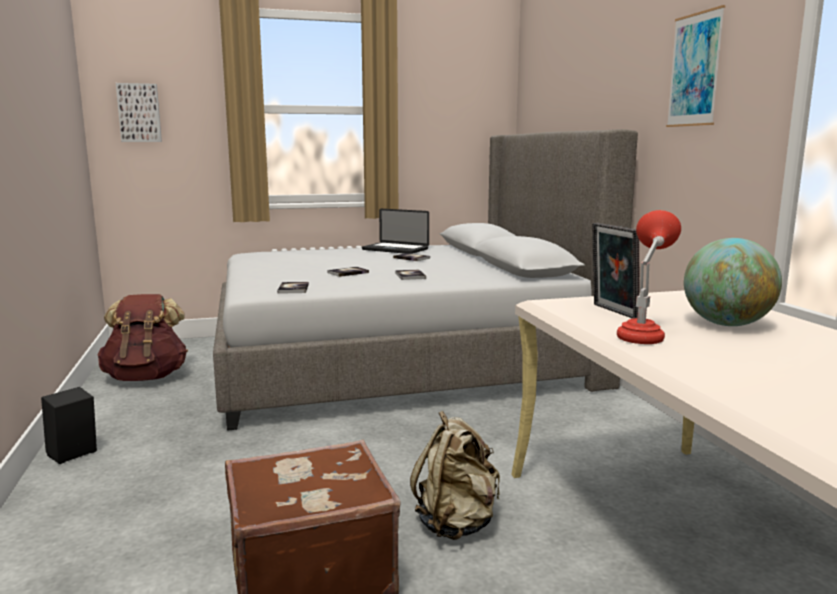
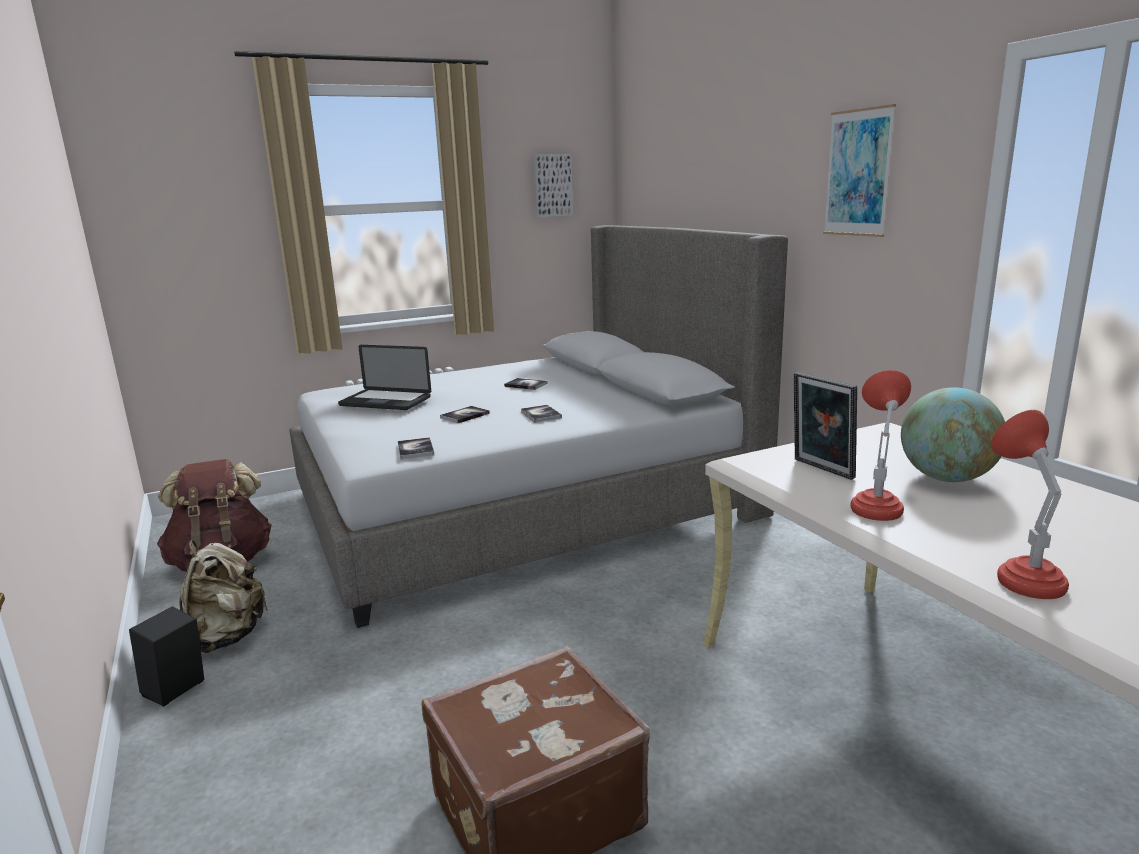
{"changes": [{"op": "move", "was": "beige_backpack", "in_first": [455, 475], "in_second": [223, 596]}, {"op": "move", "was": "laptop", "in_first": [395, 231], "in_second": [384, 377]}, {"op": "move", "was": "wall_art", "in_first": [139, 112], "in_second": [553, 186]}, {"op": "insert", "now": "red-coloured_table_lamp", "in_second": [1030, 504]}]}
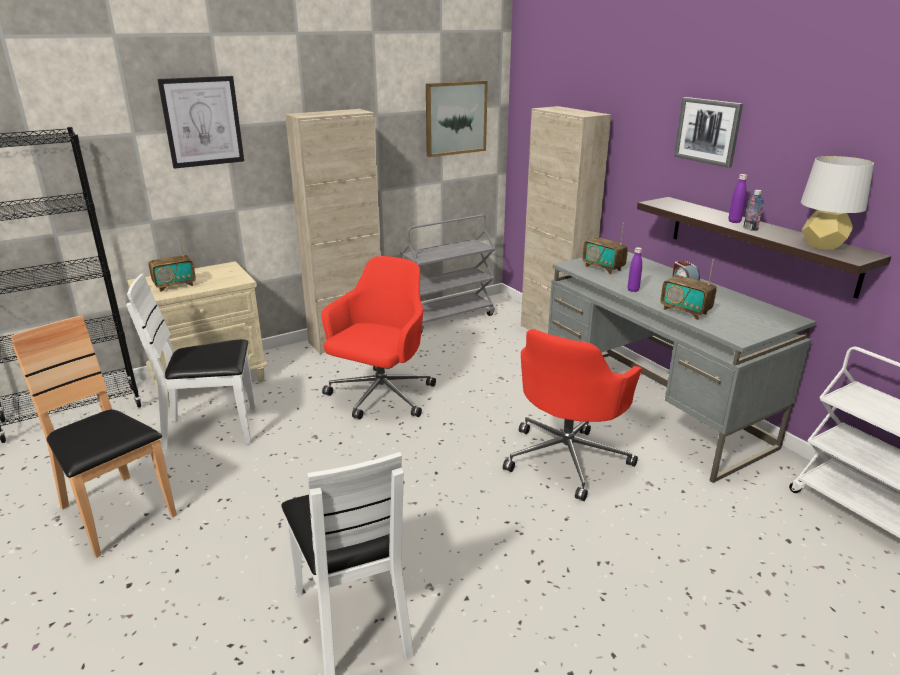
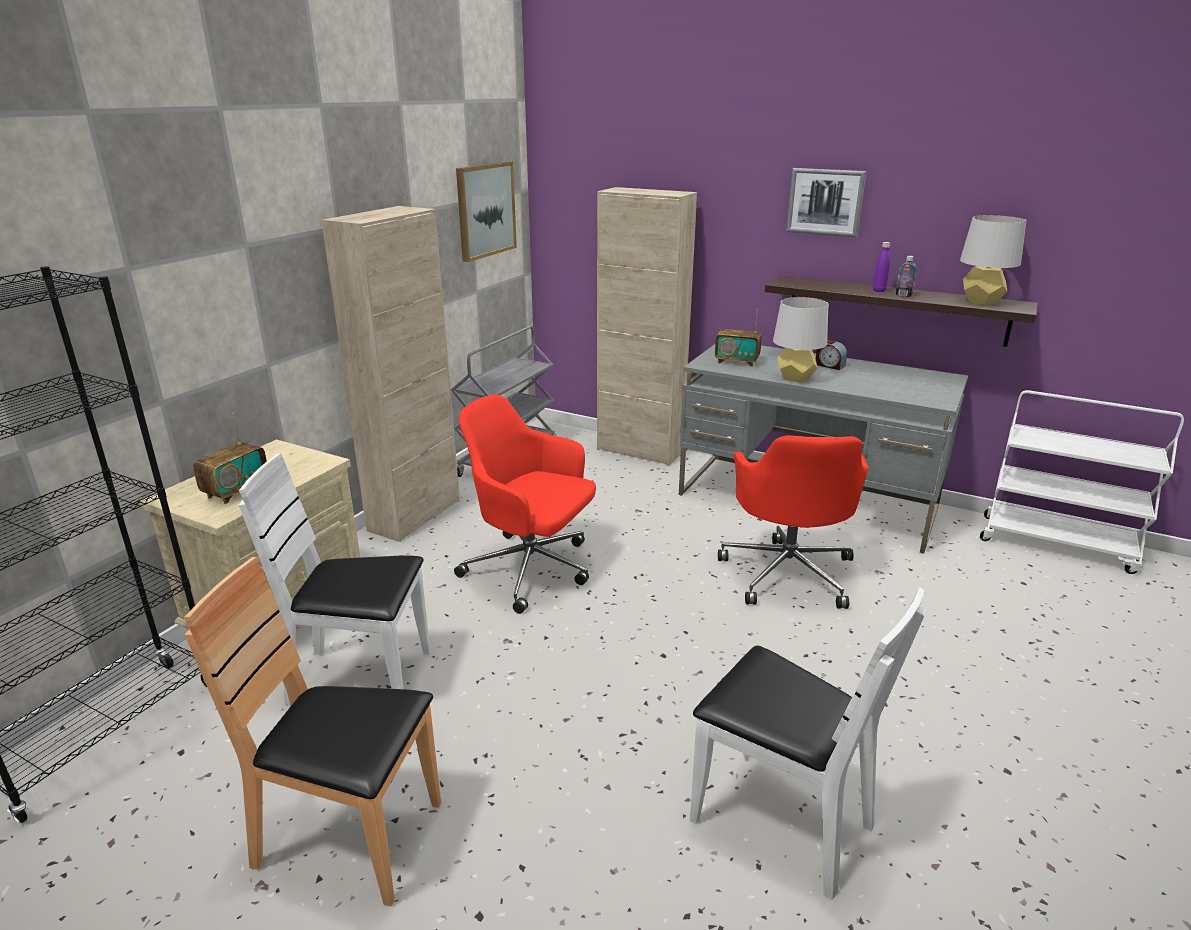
{"changes": [{"op": "rotate", "was": "whitish_chair", "in_first": [191, 362], "in_second": [334, 579], "clockwise": 45}, {"op": "rotate", "was": "red-coloured_desk_chair", "in_first": [379, 337], "in_second": [525, 504], "clockwise": -60}, {"op": "replace", "was": "purple_bottle", "now": "grey_table_lamp", "in_first": [635, 269], "in_second": [800, 339]}, {"op": "delete", "was": "wall_art", "in_first": [200, 122]}, {"op": "delete", "was": "radio_set", "in_first": [688, 289]}]}
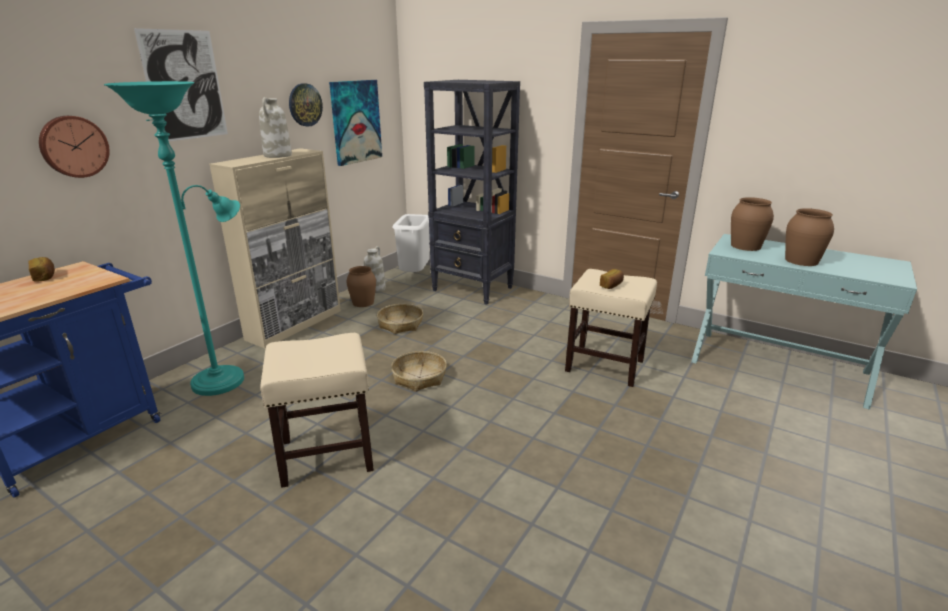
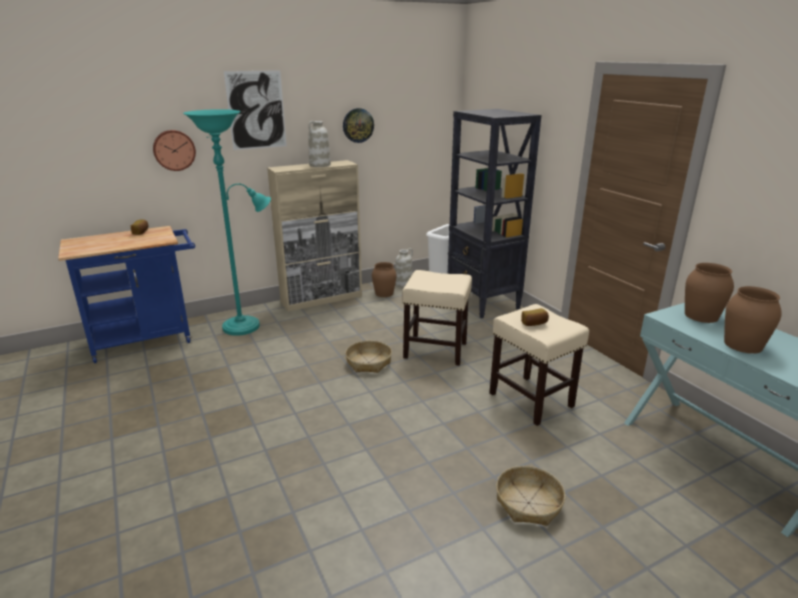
{"changes": [{"op": "move", "was": "beige_sitting_stool", "in_first": [317, 410], "in_second": [437, 318]}, {"op": "move", "was": "storage_basket", "in_first": [400, 319], "in_second": [530, 496]}, {"op": "delete", "was": "wall_art", "in_first": [355, 123]}]}
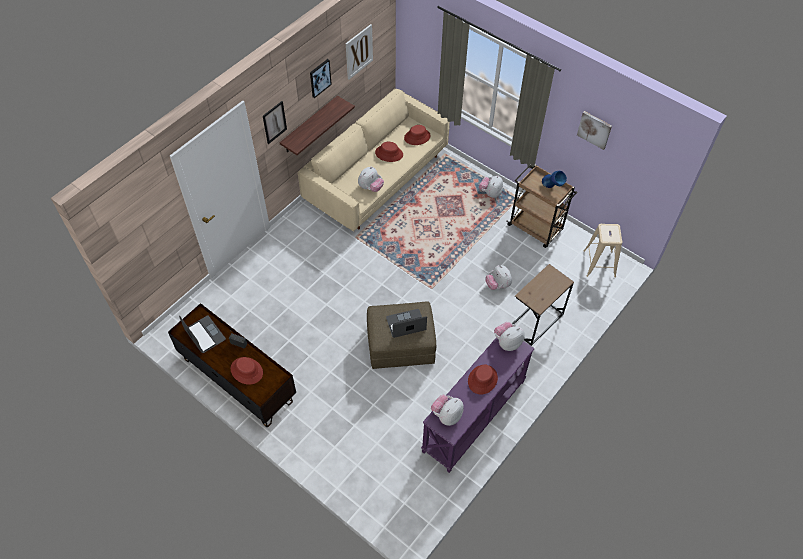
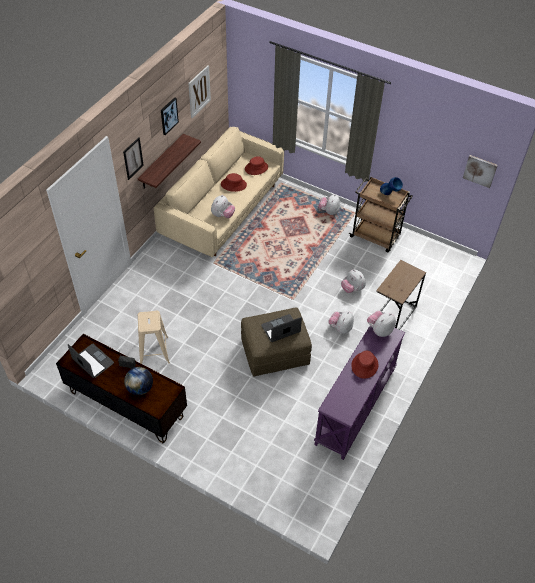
{"changes": [{"op": "replace", "was": "red-coloured_wearable_hat", "now": "globe", "in_first": [247, 370], "in_second": [138, 381]}, {"op": "move", "was": "beige_sitting_stool", "in_first": [602, 251], "in_second": [154, 337]}, {"op": "move", "was": "cuddly_toy", "in_first": [447, 410], "in_second": [341, 322]}, {"op": "move", "was": "wall_art", "in_first": [594, 130], "in_second": [480, 171]}]}
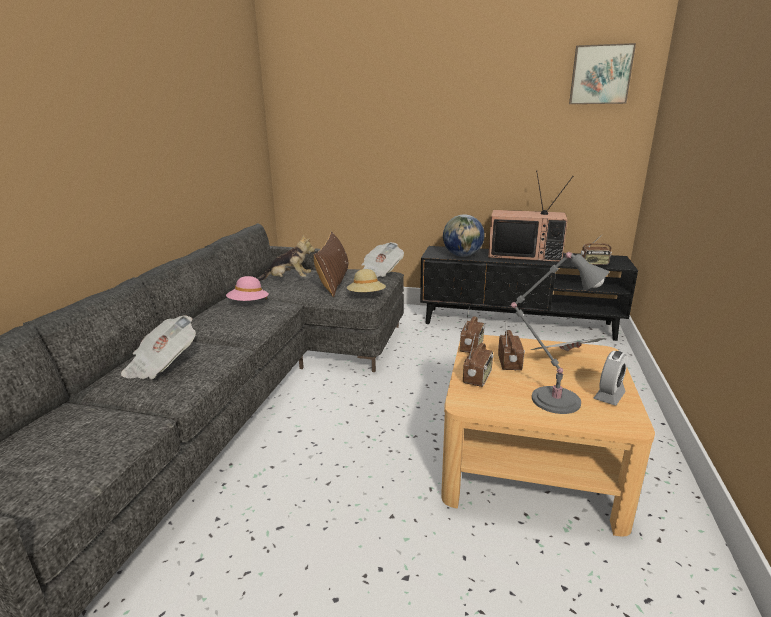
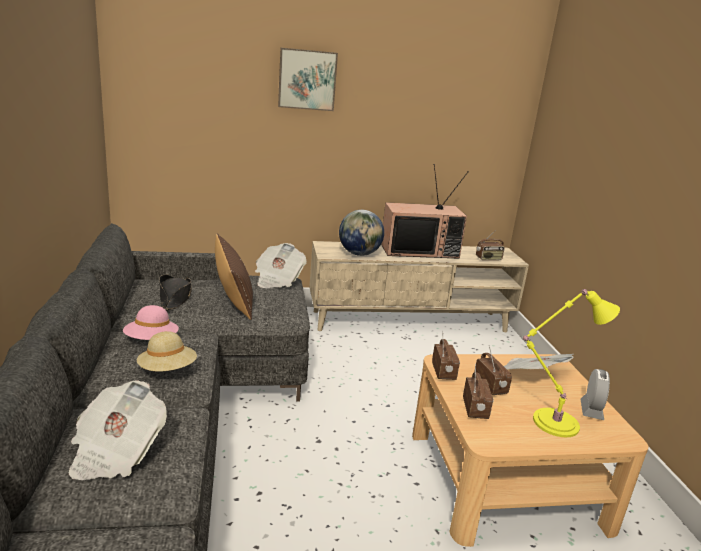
{"changes": [{"op": "move", "was": "beige_wearable_hat", "in_first": [366, 280], "in_second": [167, 351]}, {"op": "replace", "was": "cuddly_toy", "now": "black_wearable_hat", "in_first": [286, 258], "in_second": [175, 292]}, {"op": "move", "was": "wall_art", "in_first": [602, 73], "in_second": [308, 79]}, {"op": "recolor", "was": "black_media_console", "now": "beige_media_console", "in_first": [529, 293], "in_second": [419, 286]}, {"op": "recolor", "was": "grey_table_lamp", "now": "yellowish_table_lamp", "in_first": [559, 333], "in_second": [571, 363]}]}
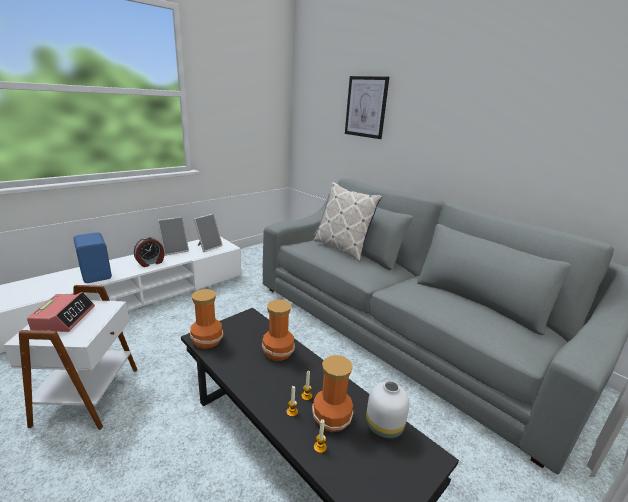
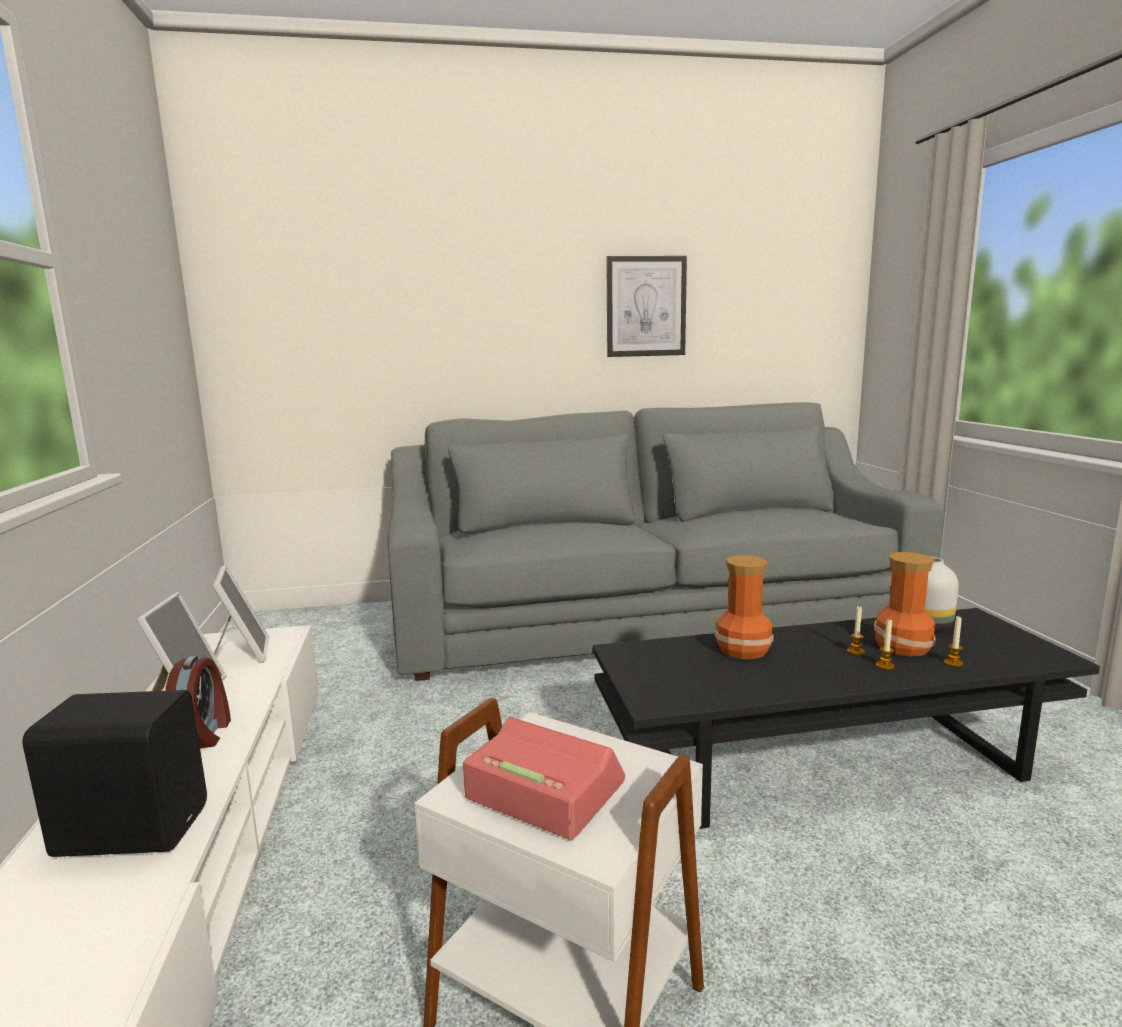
{"changes": [{"op": "recolor", "was": "blue_audio_speaker", "now": "black_audio_speaker", "in_first": [93, 257], "in_second": [114, 773]}, {"op": "move", "was": "wall_art", "in_first": [367, 107], "in_second": [646, 306]}, {"op": "delete", "was": "flower_vase", "in_first": [206, 319]}, {"op": "delete", "was": "throw_pillow", "in_first": [348, 222]}]}
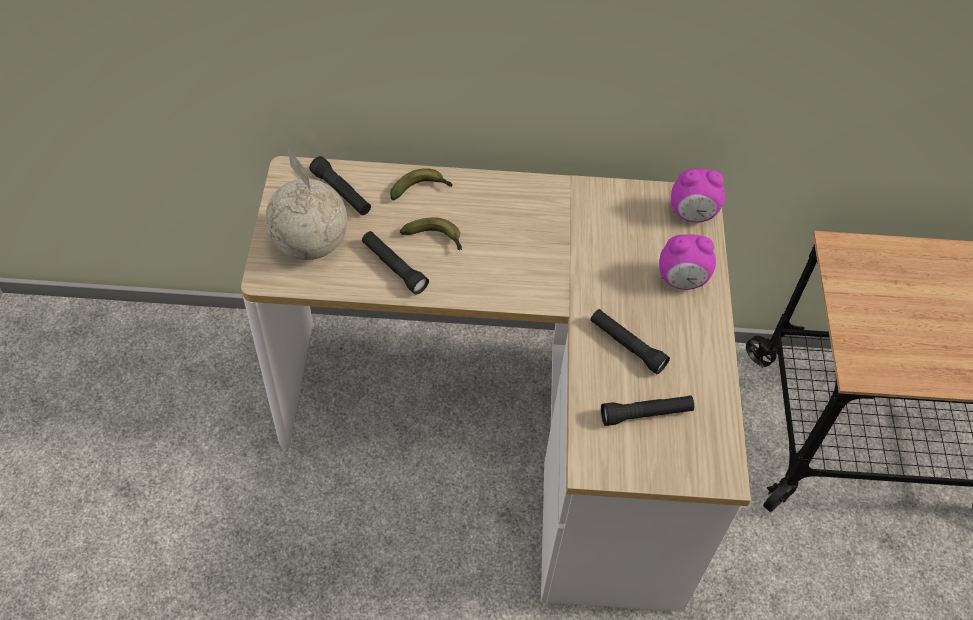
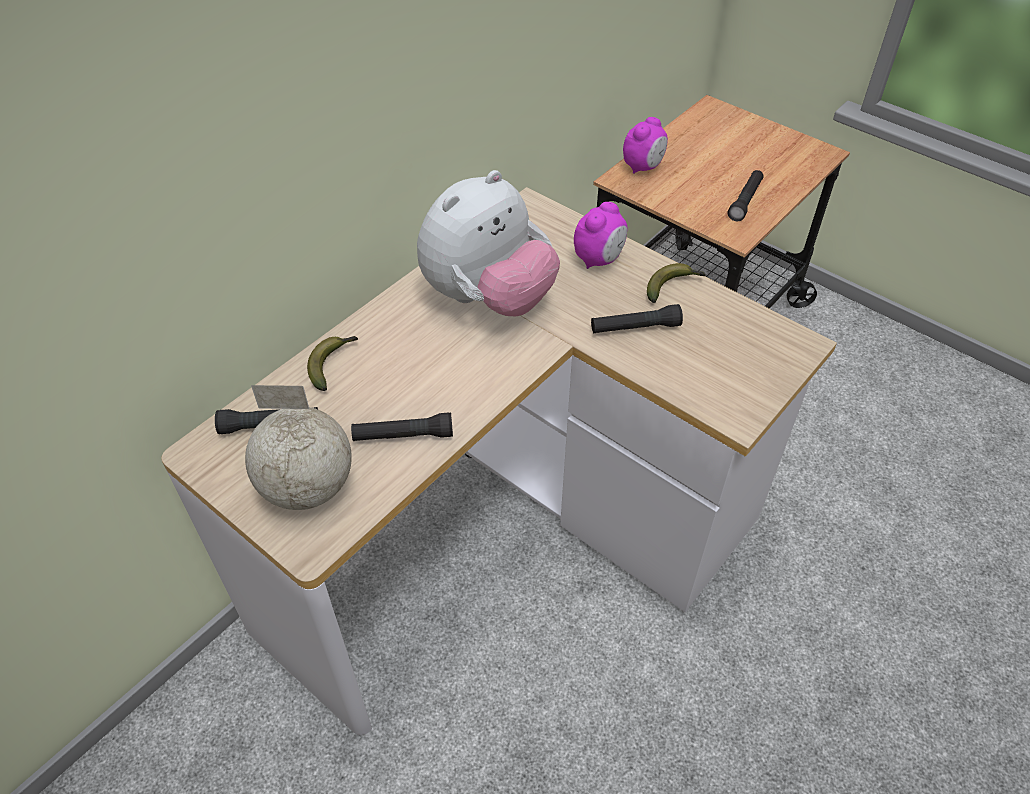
{"changes": [{"op": "insert", "now": "cuddly_toy", "in_second": [488, 243]}, {"op": "move", "was": "bedside_clock", "in_first": [698, 195], "in_second": [645, 145]}, {"op": "move", "was": "whole_banana", "in_first": [431, 233], "in_second": [676, 283]}, {"op": "move", "was": "black_torch", "in_first": [647, 410], "in_second": [746, 196]}]}
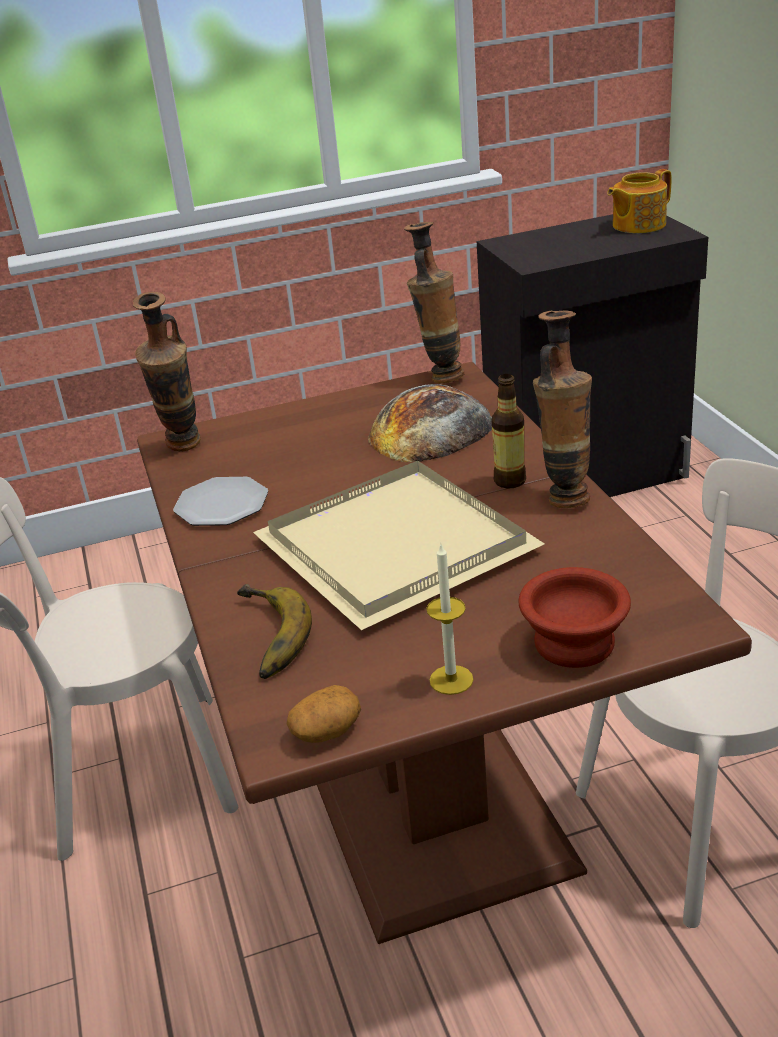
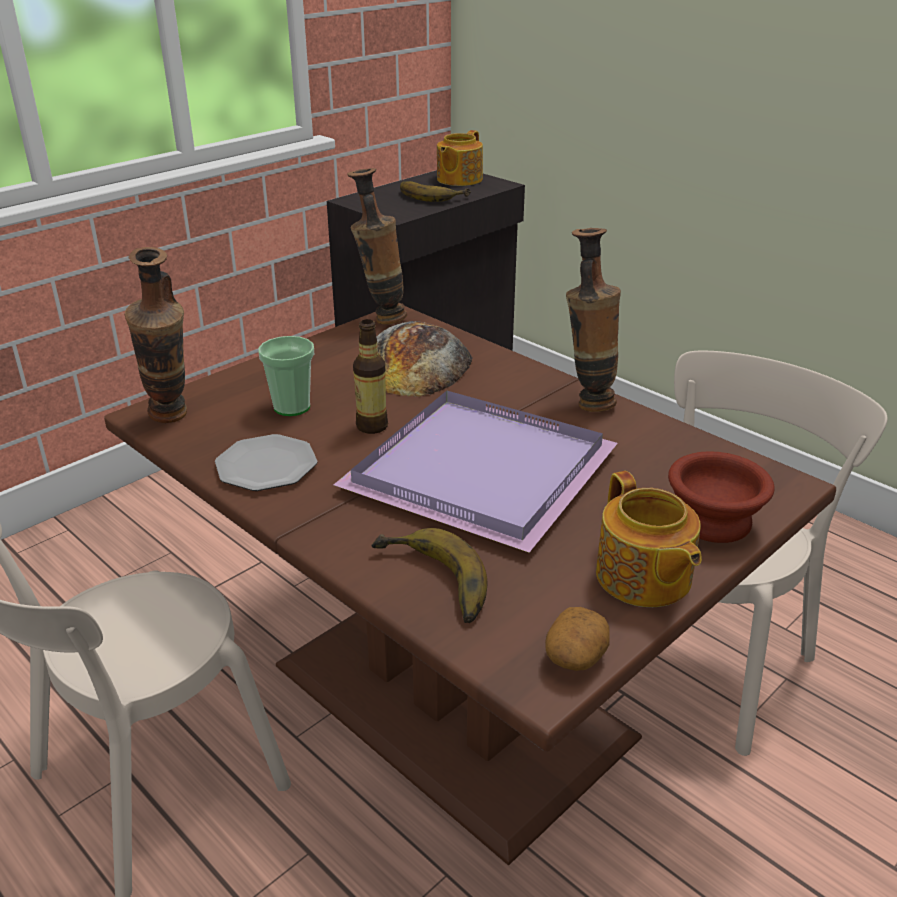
{"changes": [{"op": "insert", "now": "cup", "in_second": [286, 376]}, {"op": "recolor", "was": "beige_tray", "now": "purple_tray", "in_first": [398, 545], "in_second": [476, 472]}, {"op": "move", "was": "bottle", "in_first": [509, 431], "in_second": [370, 376]}, {"op": "insert", "now": "whole_banana", "in_second": [435, 191]}, {"op": "replace", "was": "wax_candle", "now": "tea_pot", "in_first": [449, 618], "in_second": [649, 539]}]}
